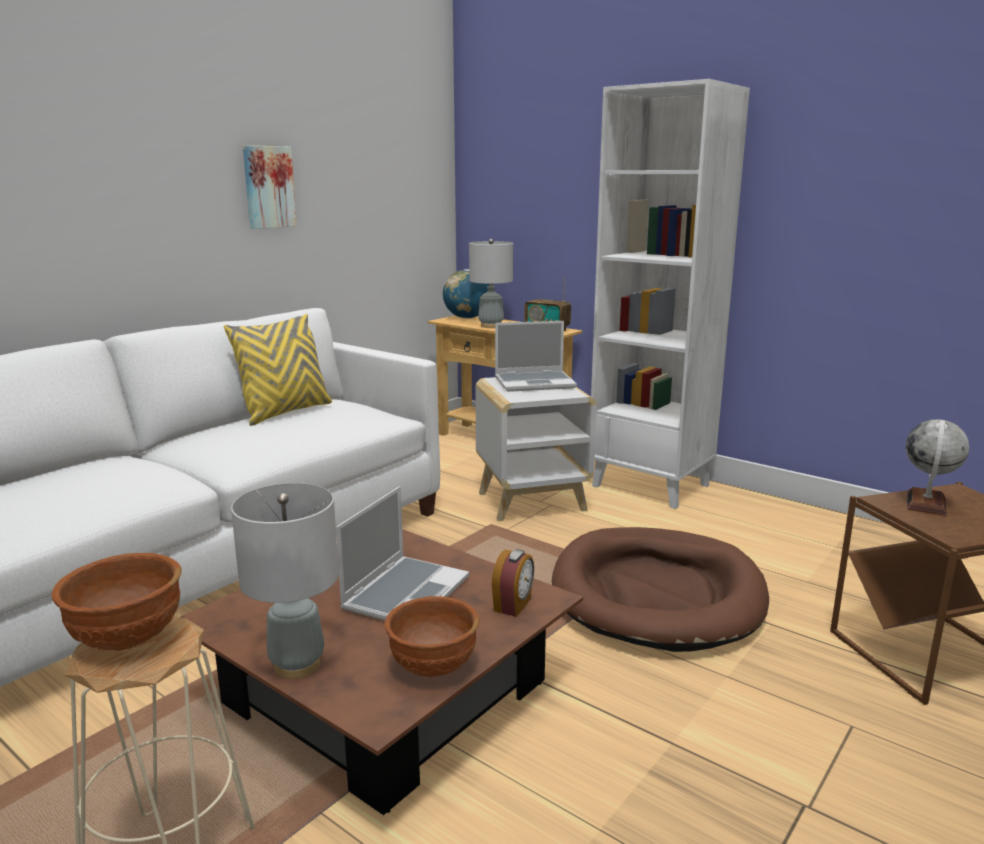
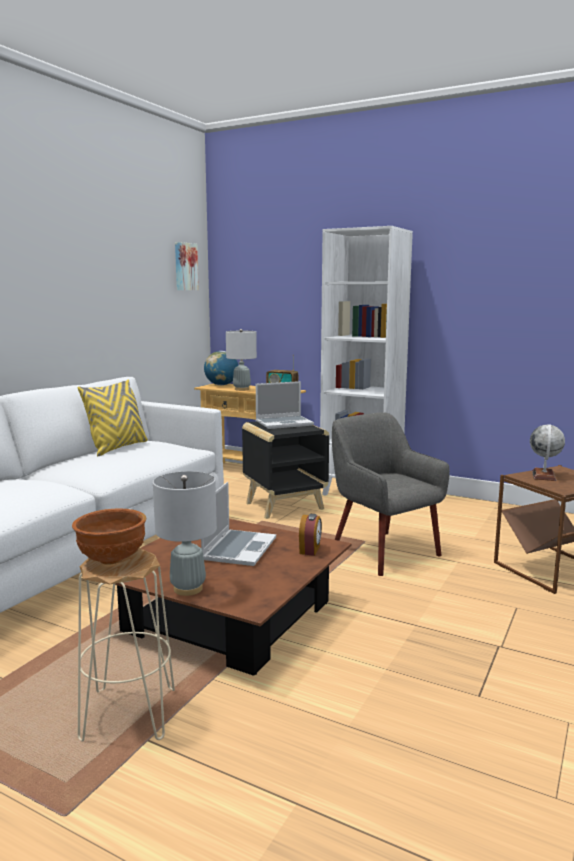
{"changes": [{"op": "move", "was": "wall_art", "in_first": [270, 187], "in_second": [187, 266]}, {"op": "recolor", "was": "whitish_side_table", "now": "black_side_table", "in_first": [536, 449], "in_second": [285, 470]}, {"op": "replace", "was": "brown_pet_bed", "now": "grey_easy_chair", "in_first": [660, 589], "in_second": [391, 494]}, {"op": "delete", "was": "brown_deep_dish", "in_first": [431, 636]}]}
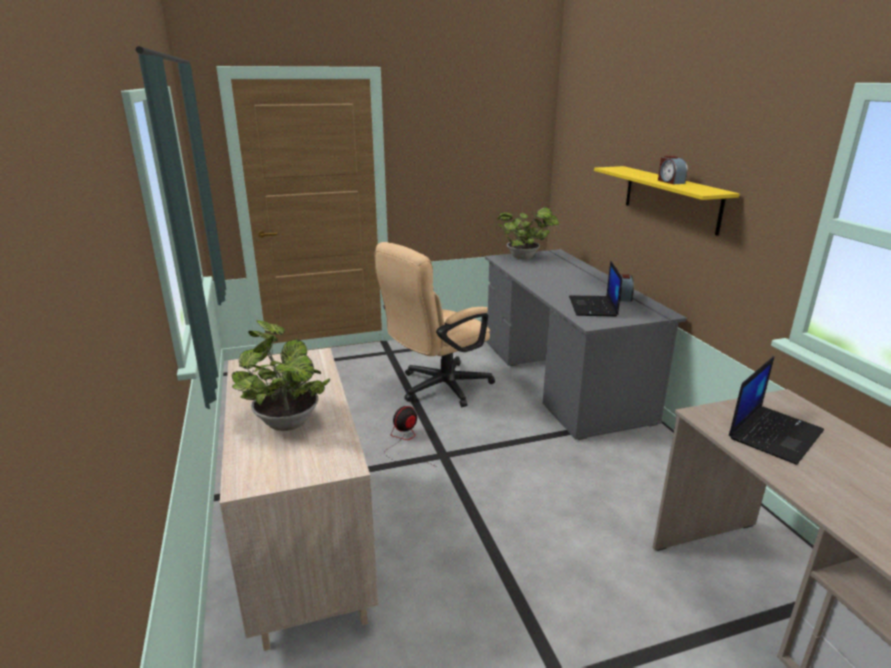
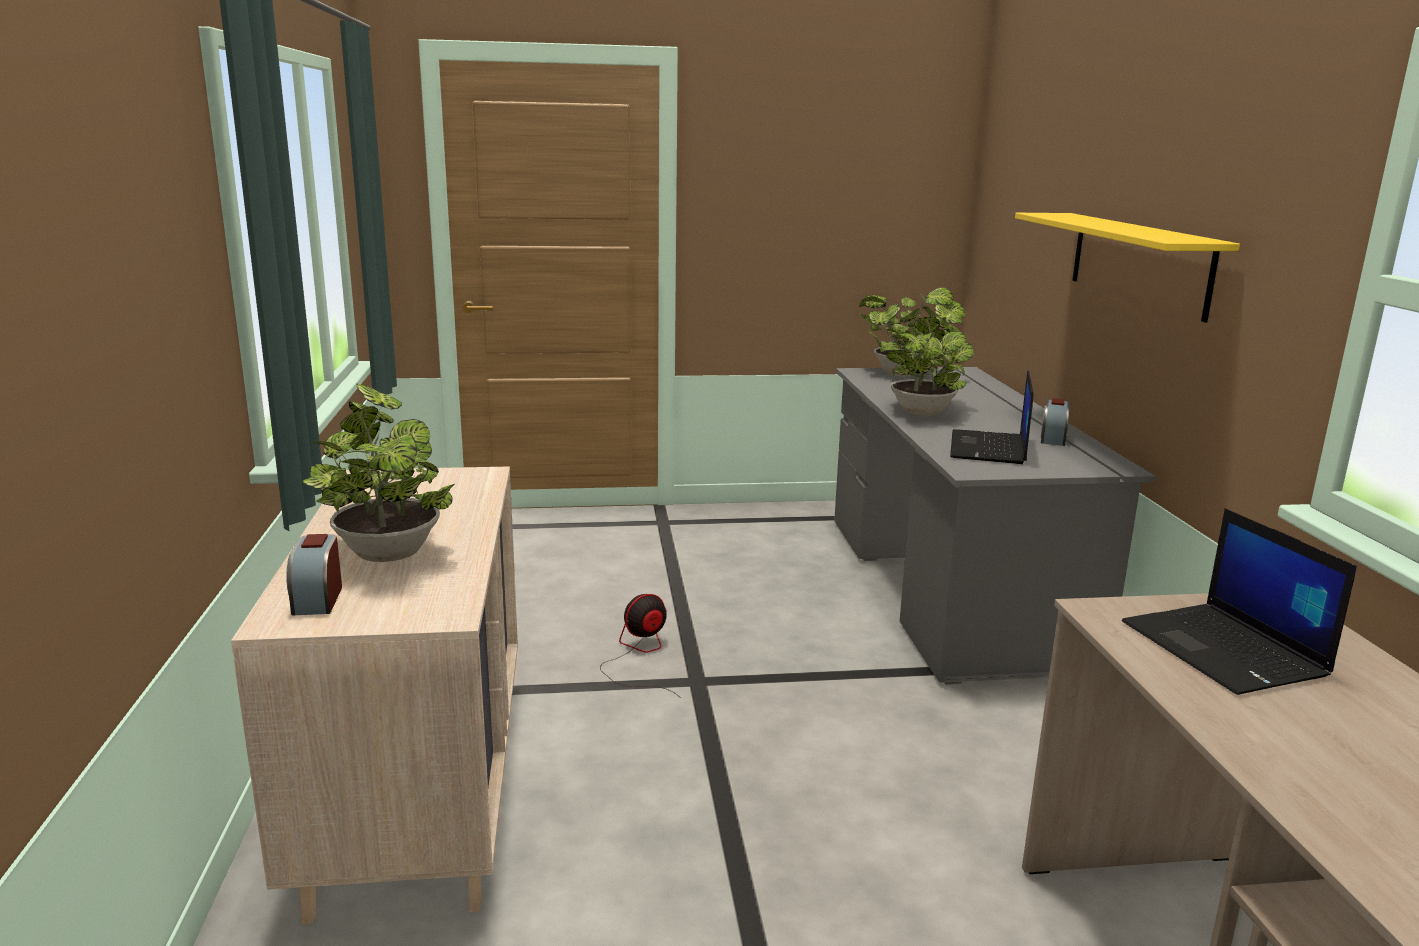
{"changes": [{"op": "move", "was": "bedside_clock", "in_first": [673, 170], "in_second": [314, 575]}, {"op": "insert", "now": "houseplant", "in_second": [930, 360]}, {"op": "rotate", "was": "laptop", "in_first": [776, 410], "in_second": [1239, 601], "clockwise": 105}, {"op": "delete", "was": "beige_desk_chair", "in_first": [435, 324]}]}
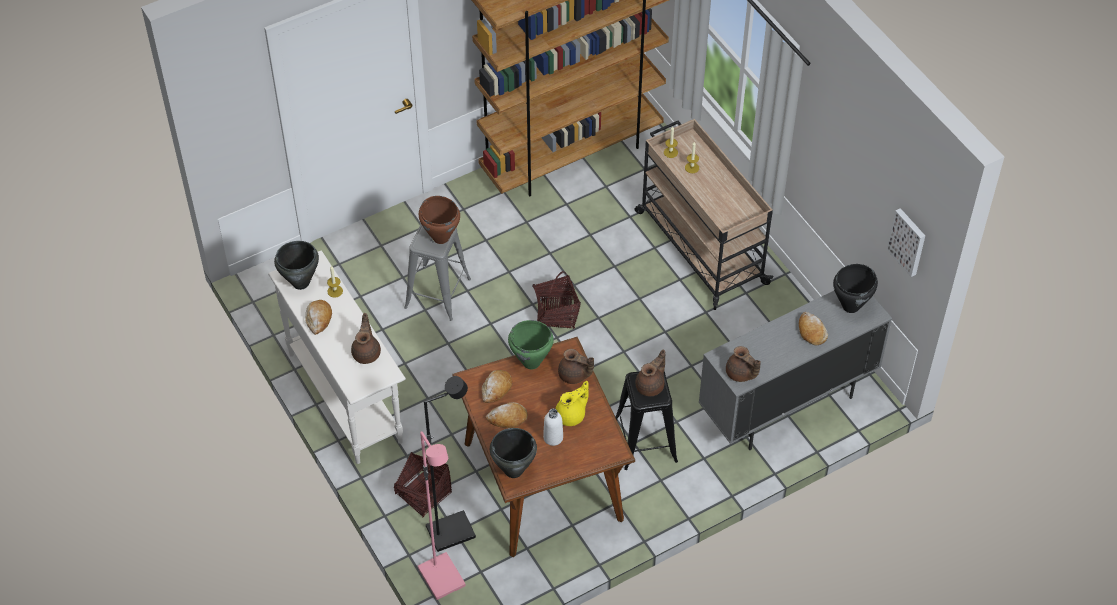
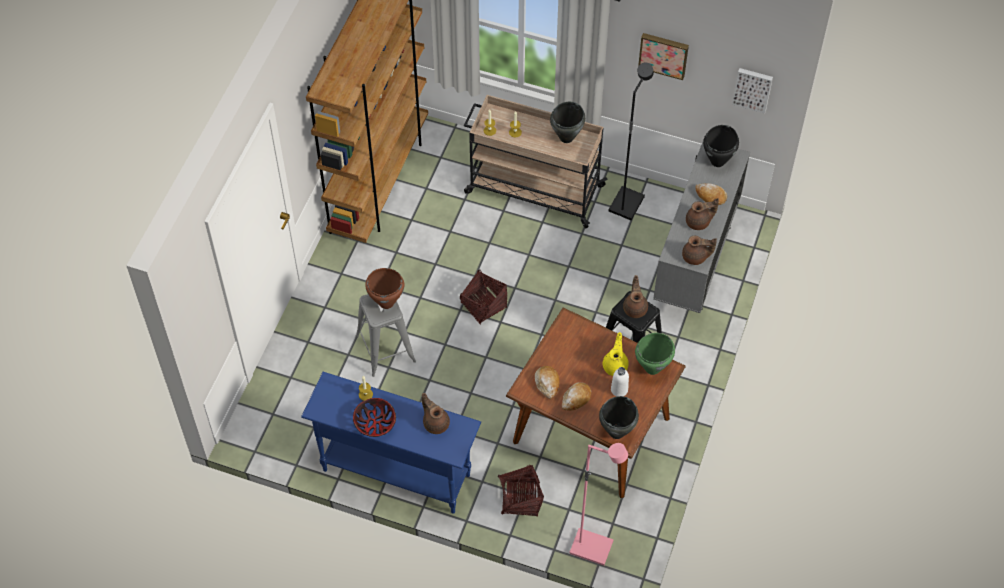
{"changes": [{"op": "recolor", "was": "whitish_console_table", "now": "blue_console_table", "in_first": [337, 357], "in_second": [391, 443]}, {"op": "replace", "was": "baked_bread", "now": "deep_dish", "in_first": [318, 317], "in_second": [374, 417]}, {"op": "move", "was": "black_stockpot", "in_first": [296, 265], "in_second": [567, 122]}, {"op": "move", "was": "black_standard_lamp", "in_first": [450, 464], "in_second": [631, 141]}, {"op": "move", "was": "greenish_stockpot", "in_first": [531, 344], "in_second": [655, 354]}, {"op": "insert", "now": "wall_art", "in_second": [663, 56]}, {"op": "move", "was": "brown_tea_pot", "in_first": [576, 366], "in_second": [702, 214]}]}
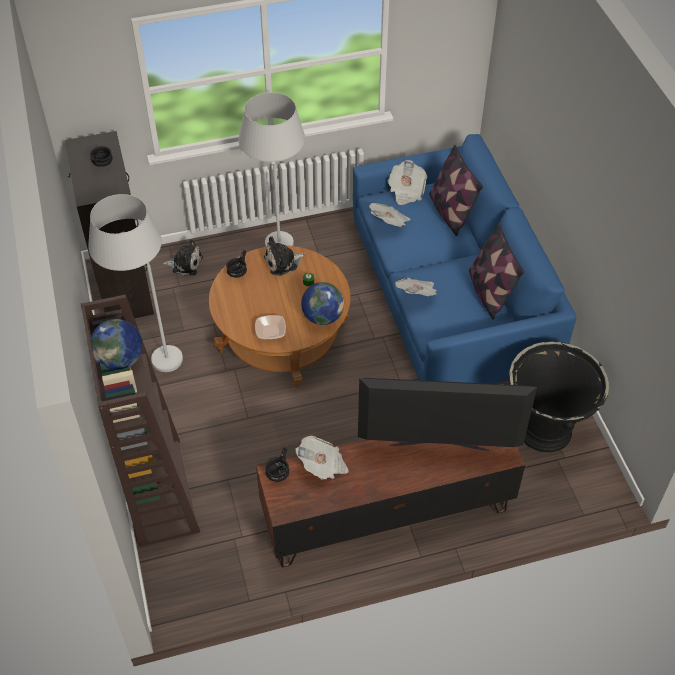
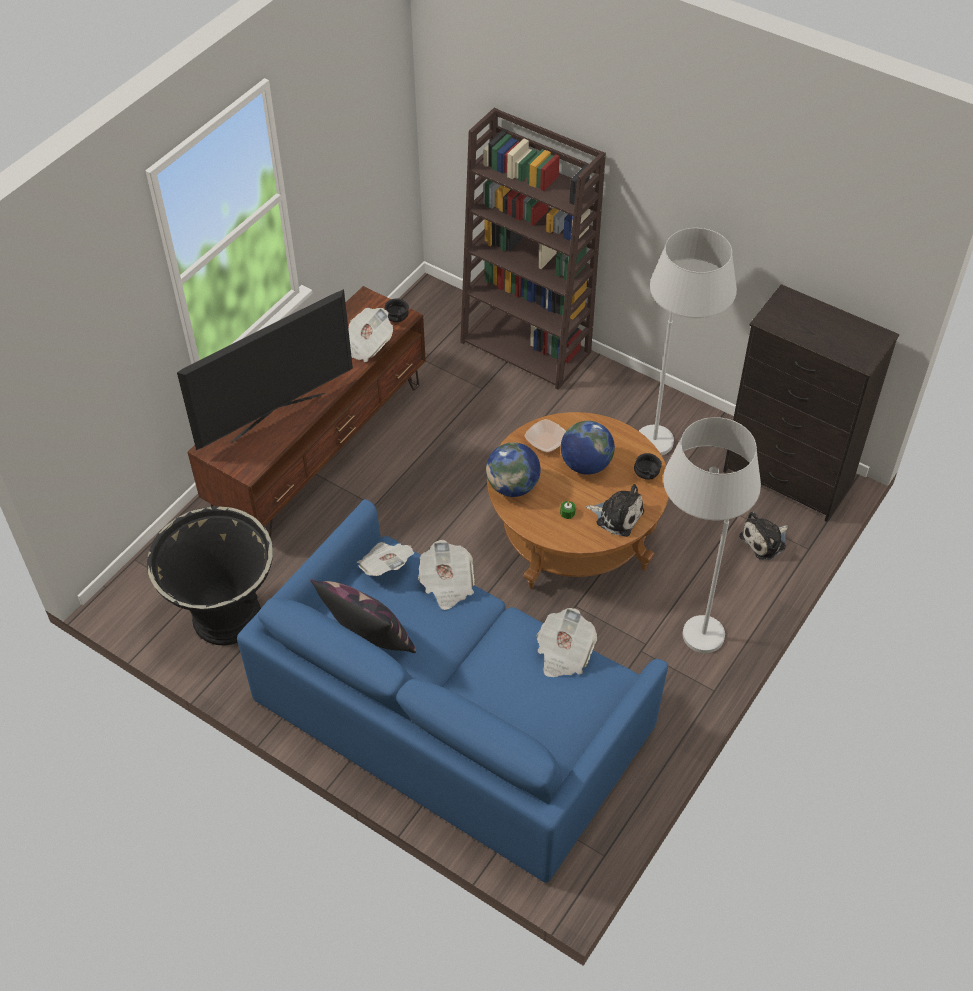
{"changes": [{"op": "move", "was": "daily_paper", "in_first": [407, 182], "in_second": [385, 559]}, {"op": "move", "was": "globe", "in_first": [116, 344], "in_second": [588, 448]}, {"op": "rotate", "was": "cuddly_toy", "in_first": [284, 256], "in_second": [615, 510], "clockwise": 90}, {"op": "delete", "was": "black_deep_dish", "in_first": [101, 156]}, {"op": "delete", "was": "throw_pillow", "in_first": [456, 190]}]}
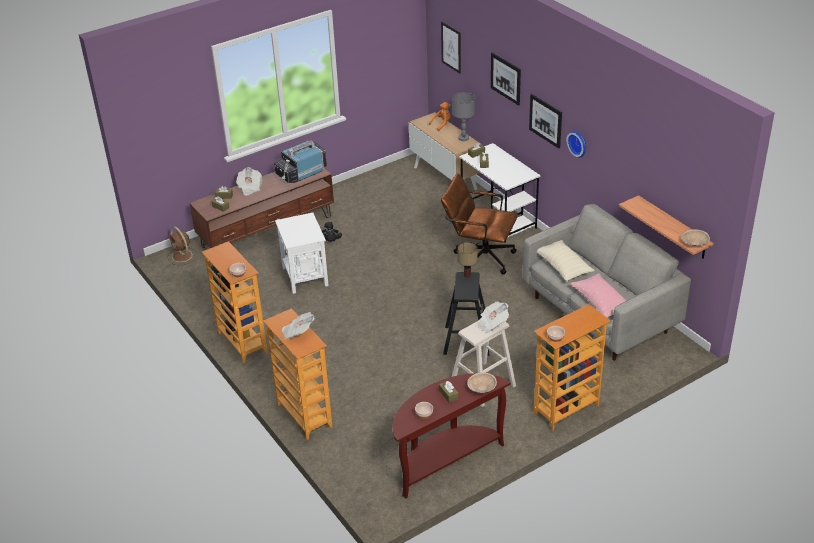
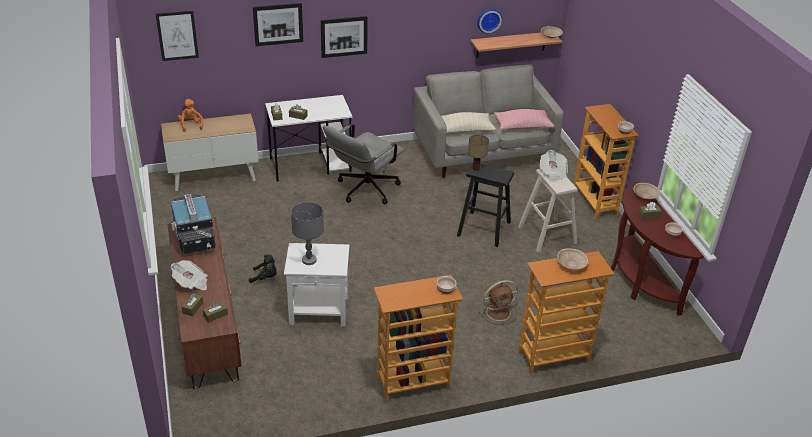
{"changes": [{"op": "move", "was": "grey_table_lamp", "in_first": [463, 116], "in_second": [307, 233]}, {"op": "recolor", "was": "brown_desk_chair", "now": "grey_desk_chair", "in_first": [479, 223], "in_second": [363, 164]}, {"op": "move", "was": "hanging_clock", "in_first": [576, 144], "in_second": [489, 21]}, {"op": "move", "was": "brown_electric_fan", "in_first": [183, 246], "in_second": [498, 302]}, {"op": "replace", "was": "daily_paper", "now": "beige_deep_dish", "in_first": [298, 325], "in_second": [572, 259]}]}
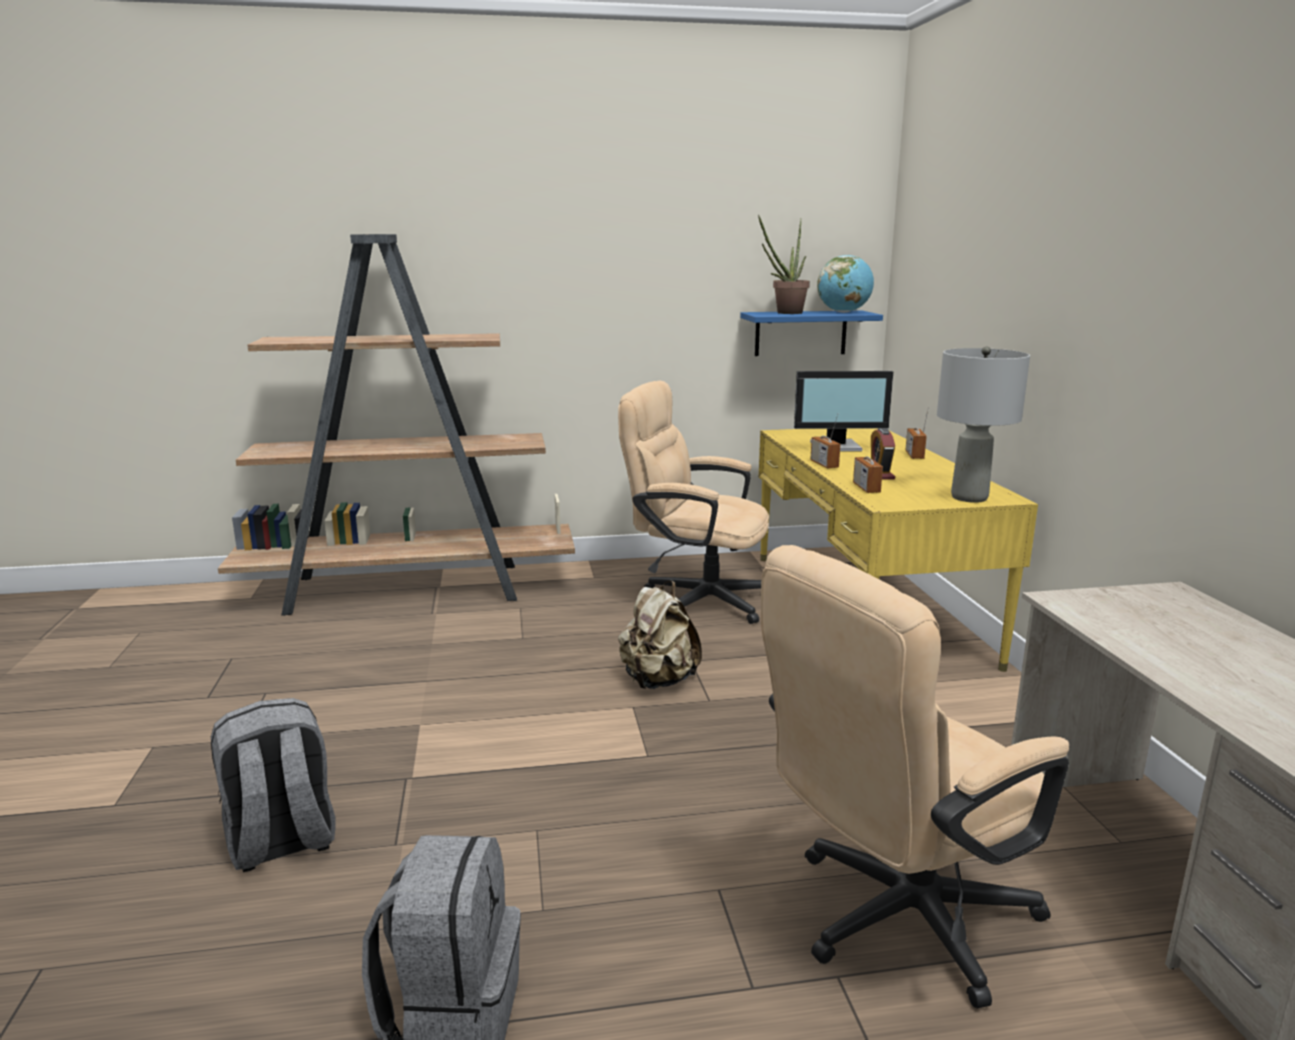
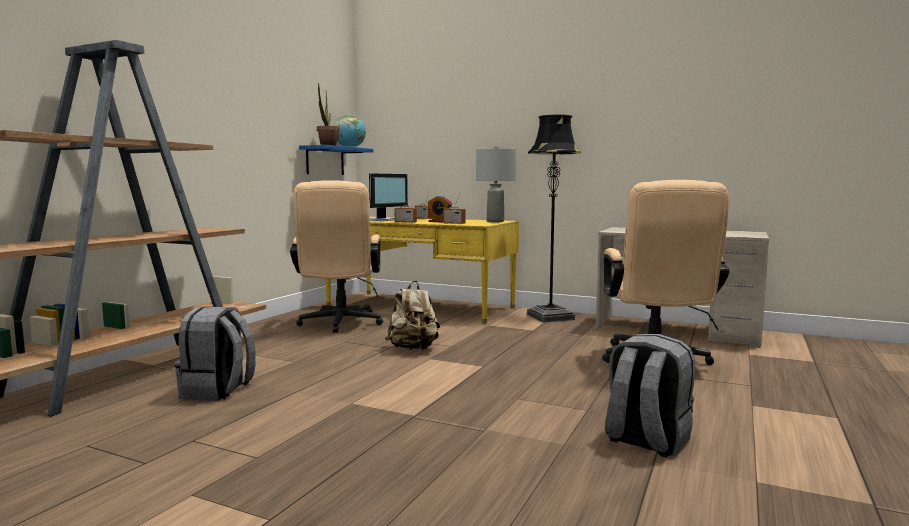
{"changes": [{"op": "move", "was": "grey_backpack", "in_first": [273, 785], "in_second": [215, 354]}, {"op": "rotate", "was": "beige_desk_chair", "in_first": [693, 502], "in_second": [336, 256], "clockwise": -60}, {"op": "insert", "now": "black_standard_lamp", "in_second": [554, 219]}]}
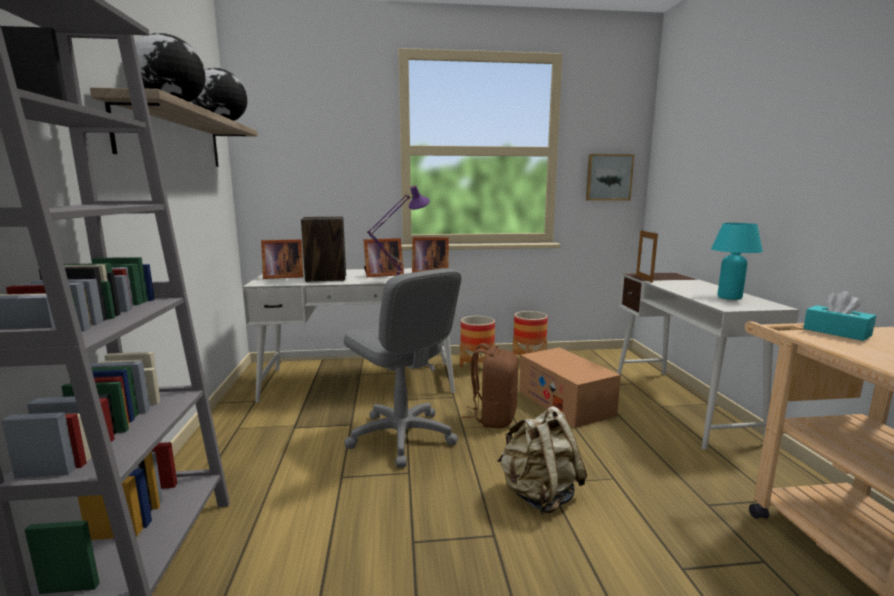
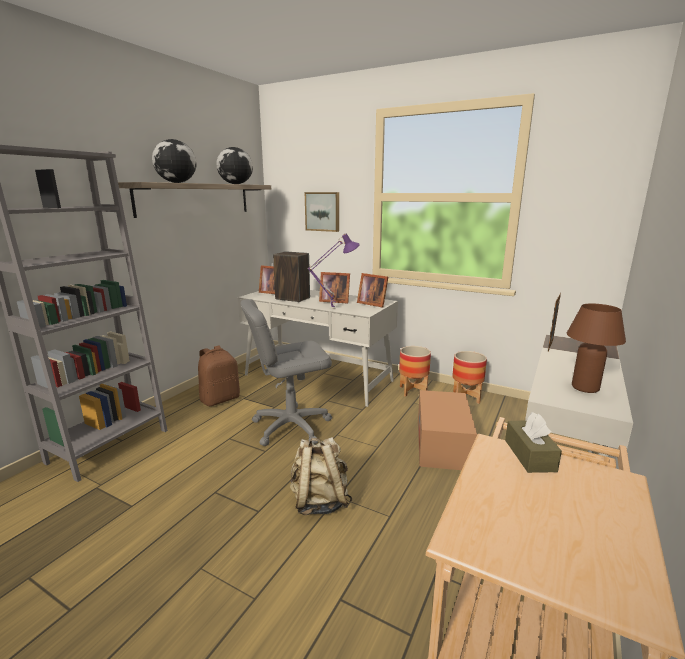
{"changes": [{"op": "move", "was": "brown_backpack", "in_first": [490, 386], "in_second": [219, 376]}, {"op": "rotate", "was": "grey_desk_chair", "in_first": [402, 368], "in_second": [286, 372], "clockwise": 75}, {"op": "move", "was": "wall_art", "in_first": [610, 177], "in_second": [322, 212]}, {"op": "recolor", "was": "turquoise_tissue_holder", "now": "brown_tissue_holder", "in_first": [839, 316], "in_second": [533, 442]}, {"op": "recolor", "was": "turquoise_table_lamp", "now": "brown_table_lamp", "in_first": [737, 261], "in_second": [596, 348]}]}
